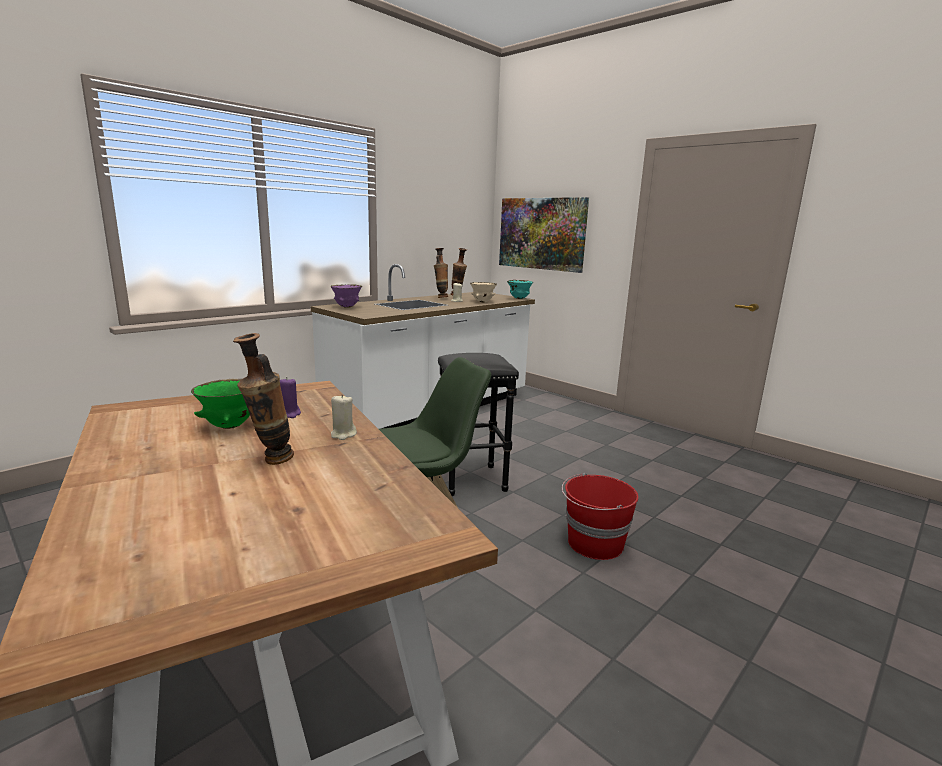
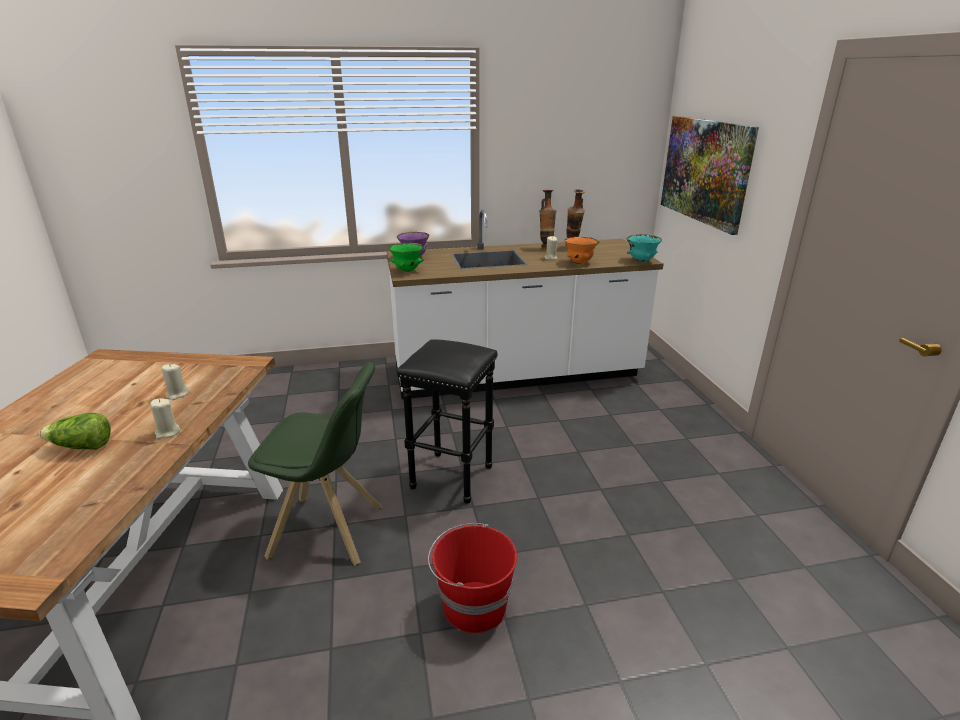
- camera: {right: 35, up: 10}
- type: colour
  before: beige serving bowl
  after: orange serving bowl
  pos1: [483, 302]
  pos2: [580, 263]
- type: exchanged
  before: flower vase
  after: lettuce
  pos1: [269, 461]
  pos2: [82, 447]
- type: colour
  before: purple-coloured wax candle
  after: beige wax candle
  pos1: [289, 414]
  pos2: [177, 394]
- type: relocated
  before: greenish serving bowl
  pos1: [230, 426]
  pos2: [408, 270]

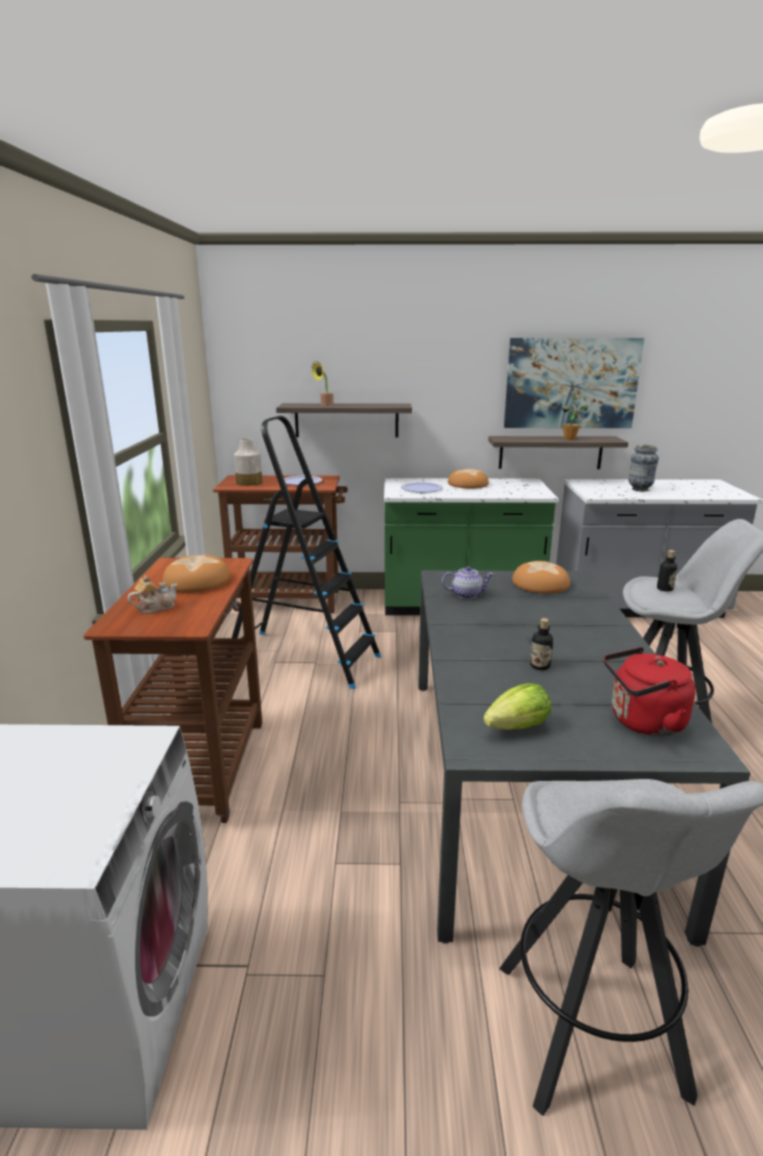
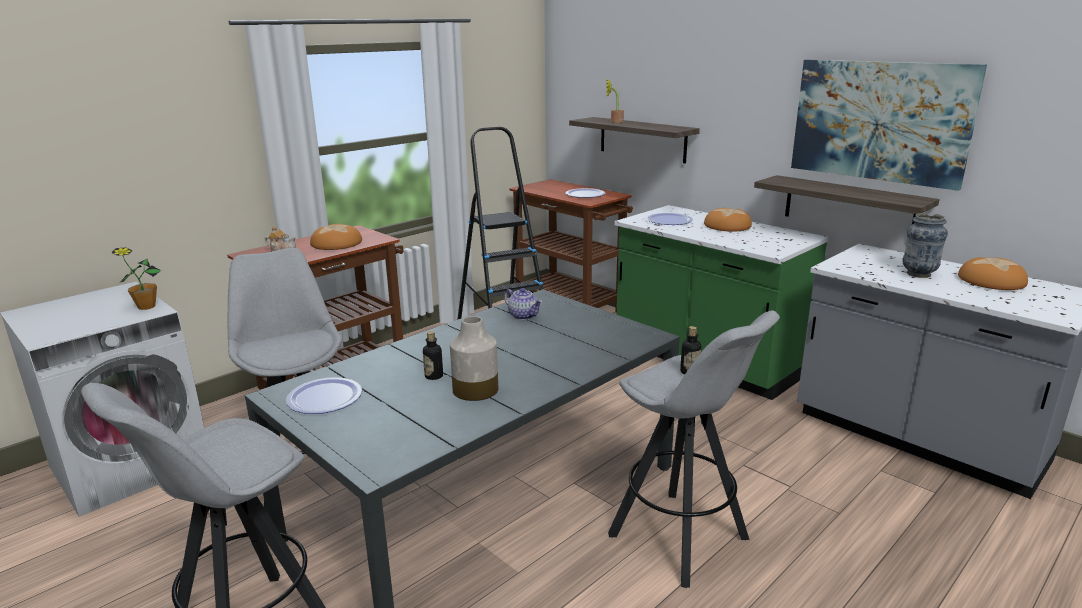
- camera: {right: 45, up: 0}
- type: relocated
  before: houseplant
  pos1: [569, 439]
  pos2: [146, 307]
- type: relocated
  before: beige flower vase
  pos1: [248, 482]
  pos2: [475, 389]
- type: relocated
  before: bakery bread
  pos1: [540, 584]
  pos2: [990, 281]
- type: missing
  before: red-coloured water kettle
  pos1: [642, 722]
- type: exchanged
  before: lettuce
  after: plate
  pos1: [518, 727]
  pos2: [325, 397]
- type: appeared
  after: grey stool
  pos2: [306, 476]

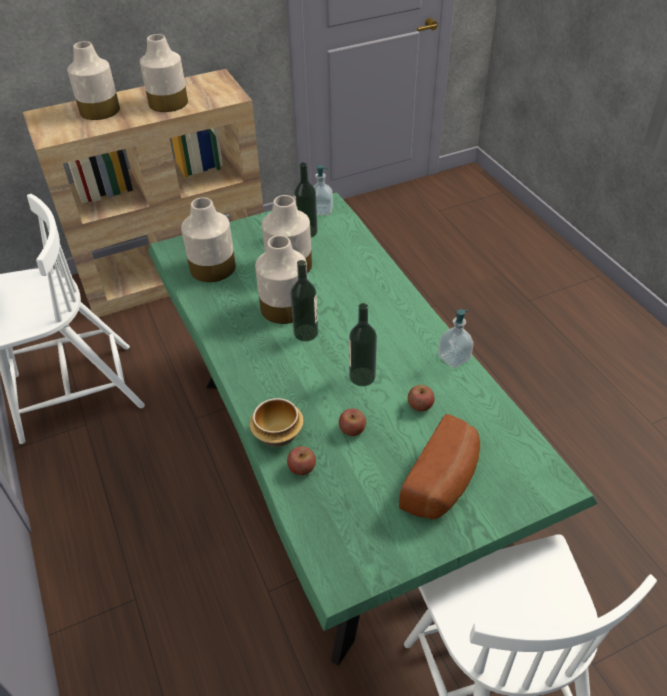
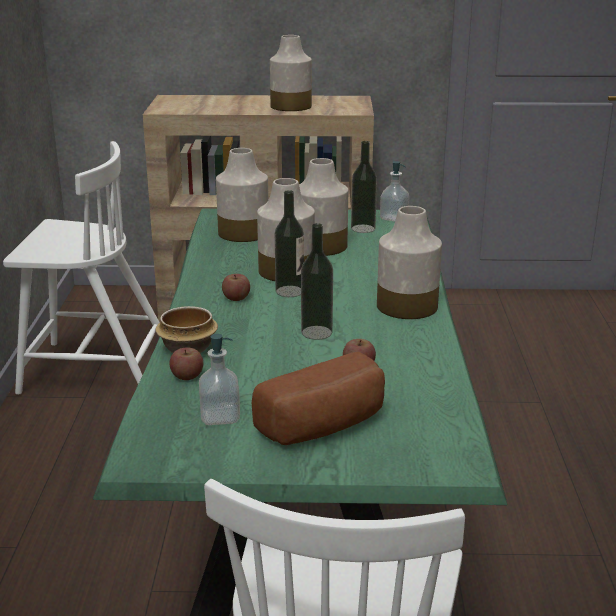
- camera: {right: 25, up: -20}
- type: relocated
  before: beige flower vase
  pos1: [100, 110]
  pos2: [407, 306]
- type: relocated
  before: liquid soap bottle
  pos1: [454, 358]
  pos2: [220, 417]
- type: relocated
  before: apple fruit
  pos1: [352, 429]
  pos2: [236, 298]

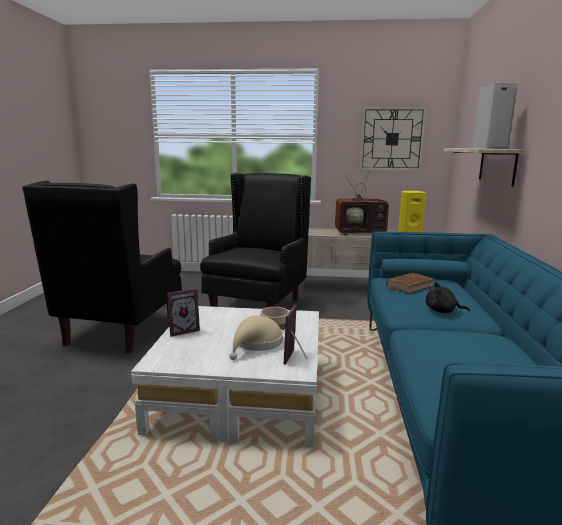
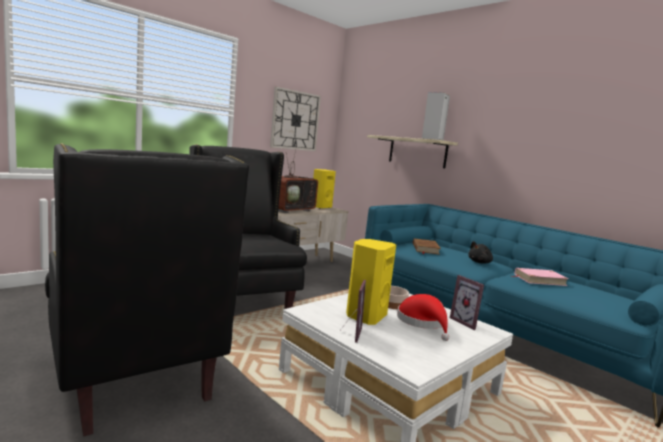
- camera: {right: -50, up: -5}
- type: colour
  before: beige wearable hat
  after: red-coloured wearable hat
  pos1: [256, 343]
  pos2: [423, 322]
- type: appeared
  after: yellow-coloured loudspeaker
  pos2: [365, 316]
- type: appeared
  after: pink volume
  pos2: [539, 280]

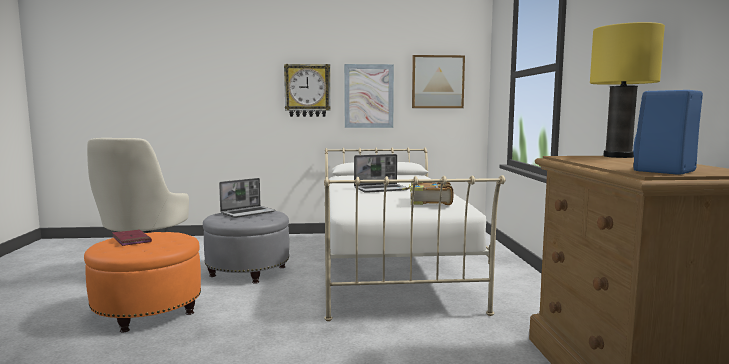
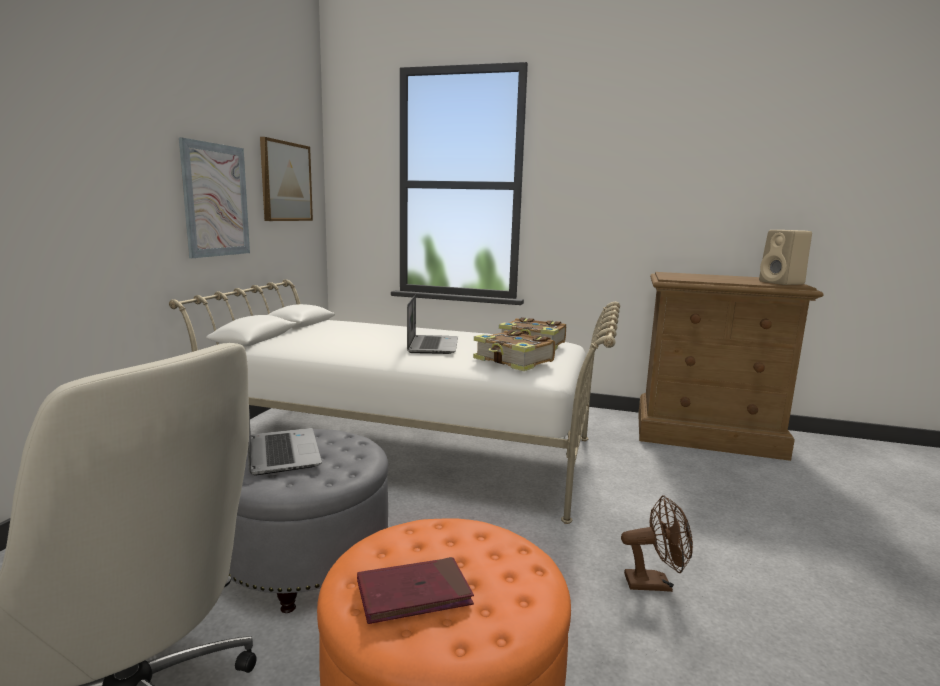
- camera: {right: -70, up: 5}
- type: missing
  before: yellow-coloured tabletop lamp
  pos1: [618, 156]
- type: missing
  before: clock on the wall
  pos1: [307, 90]
- type: colour
  before: blue loudspeaker
  after: beige loudspeaker
  pos1: [664, 171]
  pos2: [782, 283]
- type: appeared
  after: volume
  pos2: [514, 361]
- type: appeared
  after: brown-coloured electric fan
  pos2: [655, 583]

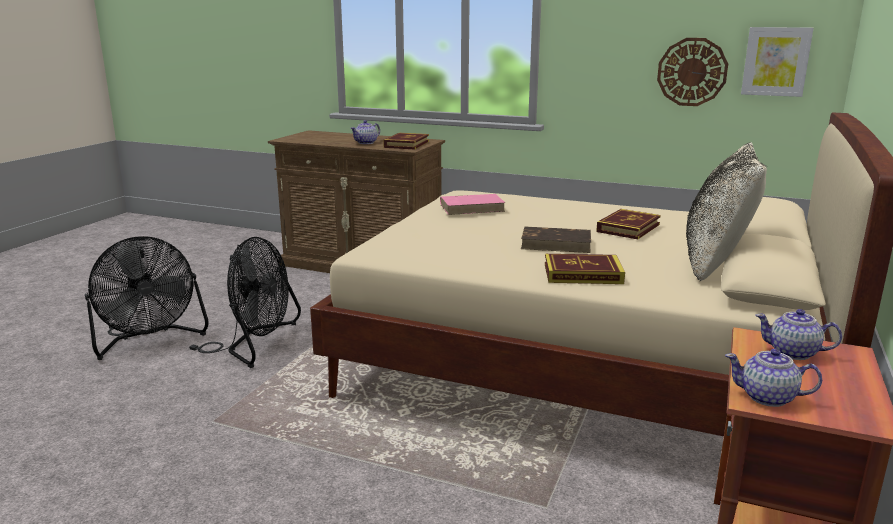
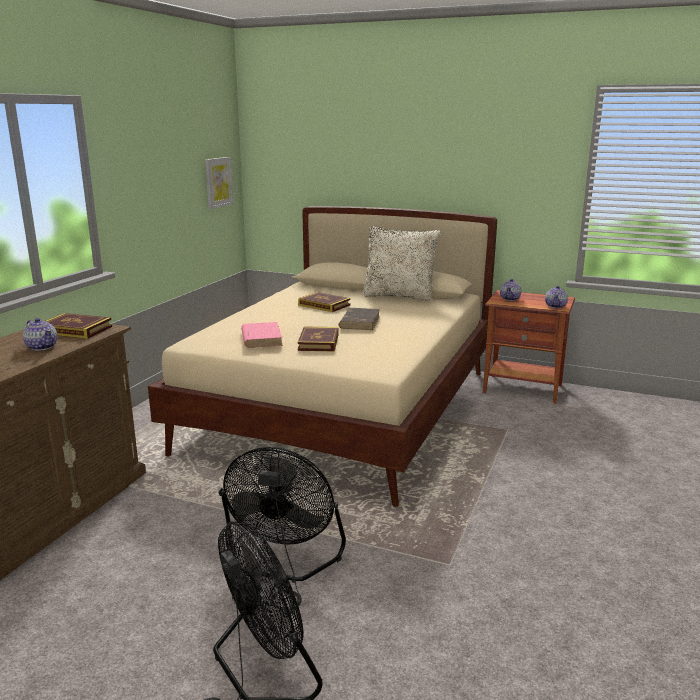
- camera: {right: -90, up: 0}
- type: missing
  before: clock on the wall
  pos1: [692, 72]
- type: relocated
  before: volume
  pos1: [582, 274]
  pos2: [318, 342]

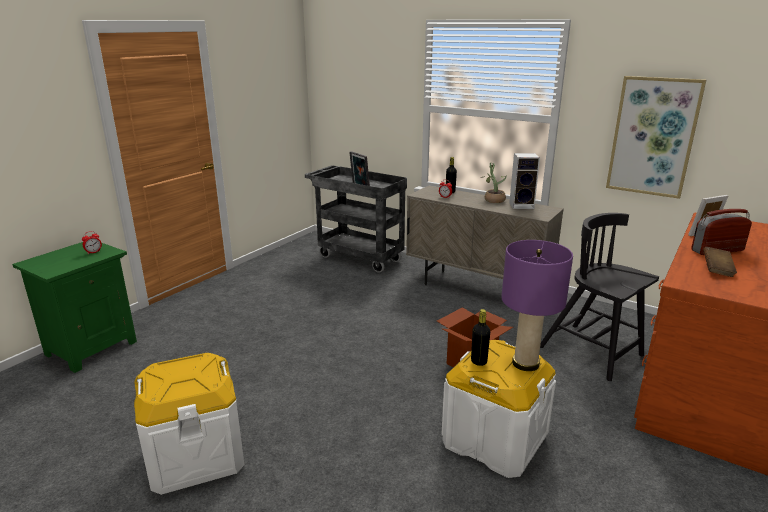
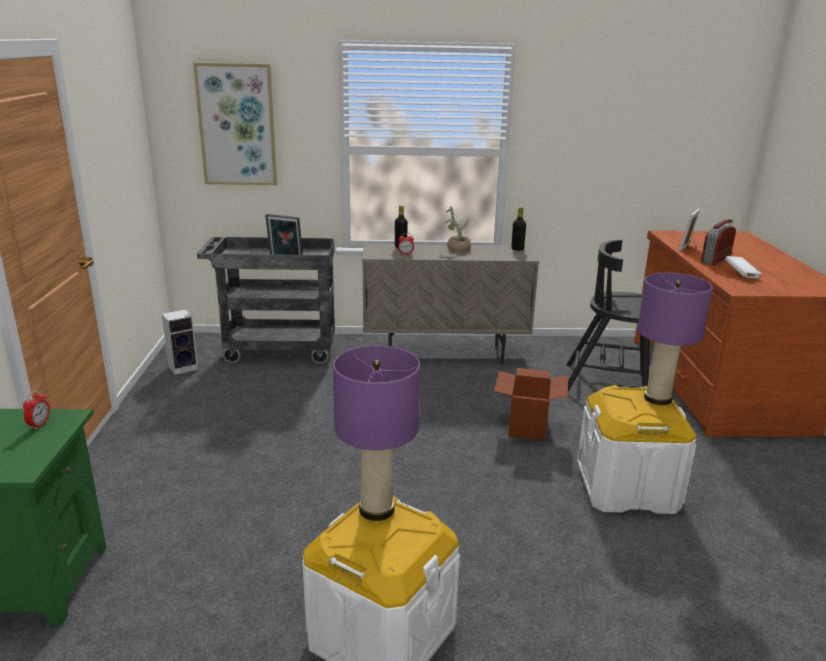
- camera: {right: -35, up: 0}
- type: relocated
  before: wall picture
  pos1: [653, 137]
  pos2: [237, 125]
- type: relocated
  before: loudspeaker
  pos1: [522, 205]
  pos2: [184, 367]
- type: colour
  before: brown-coloured volume
  after: whitish volume
  pos1: [717, 270]
  pos2: [741, 275]
- type: relocated
  before: blackish drink bottle
  pos1: [479, 361]
  pos2: [517, 249]
- type: appeared
  after: purple-coloured tabletop lamp
  pos2: [376, 509]

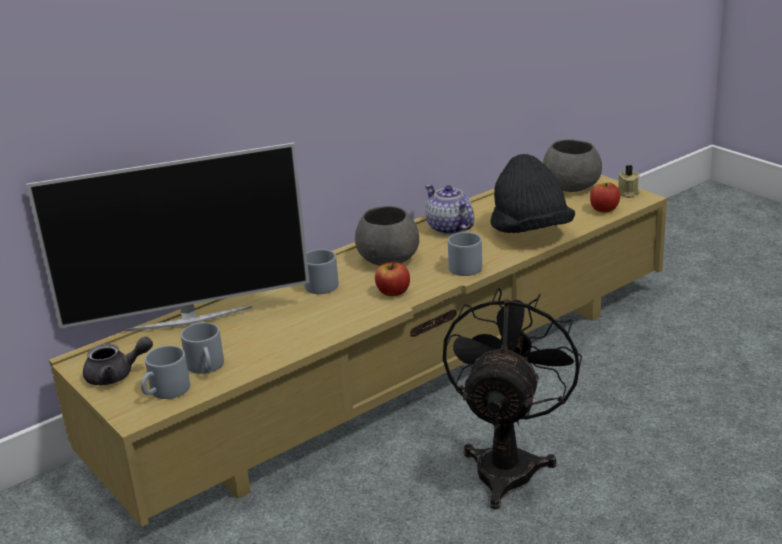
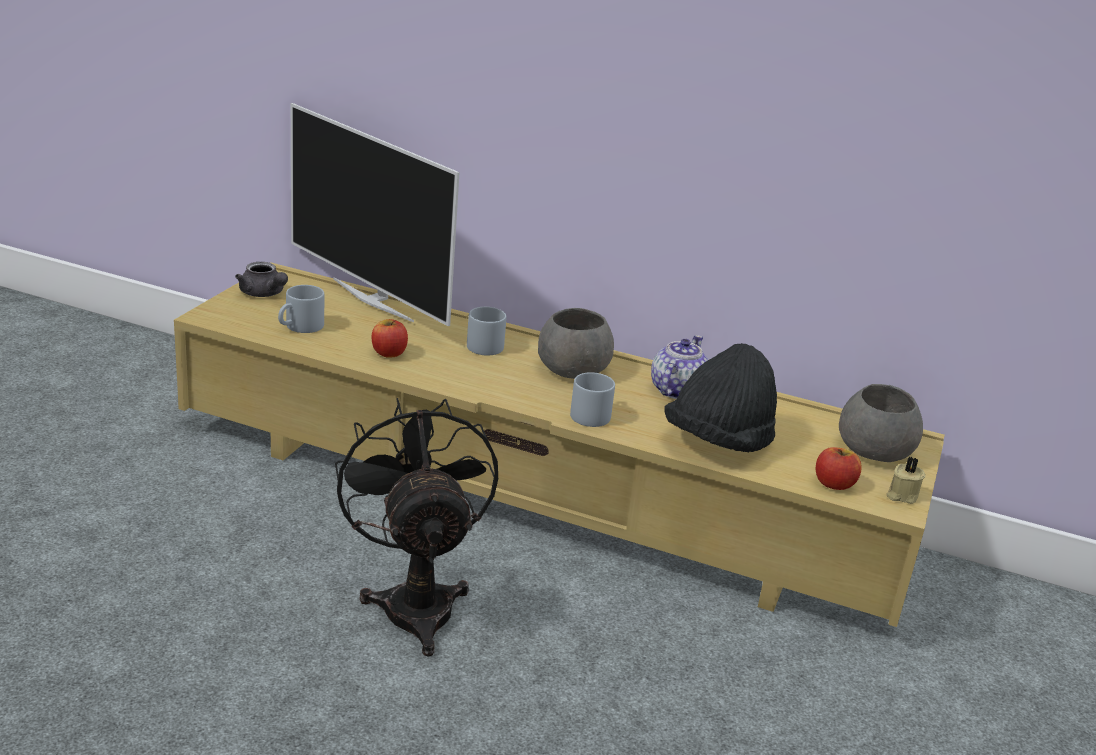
- camera: {right: 55, up: 0}
- type: relocated
  before: apple fruit
  pos1: [393, 292]
  pos2: [389, 353]
- type: spun
  before: blackish electric fan
  pos1: [508, 463]
  pos2: [415, 601]
  turn: -90
- type: missing
  before: grey mug
  pos1: [166, 392]

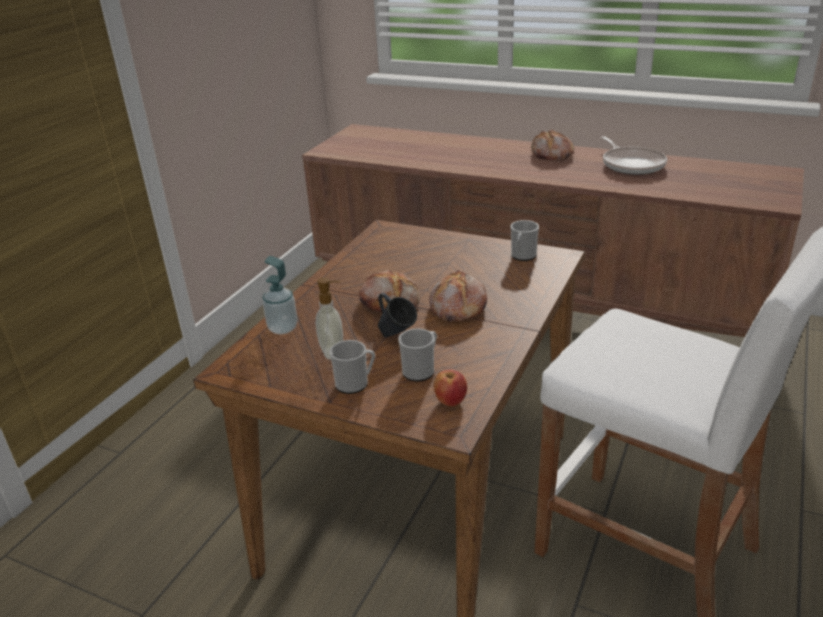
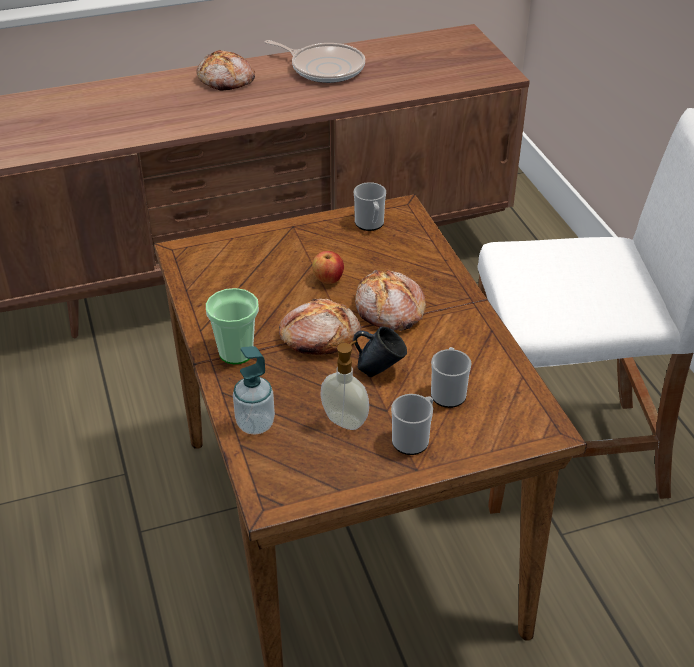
- camera: {right: -45, up: 10}
- type: relocated
  before: apple fruit
  pos1: [450, 401]
  pos2: [328, 279]
- type: appeared
  after: drinking cup
  pos2: [236, 352]

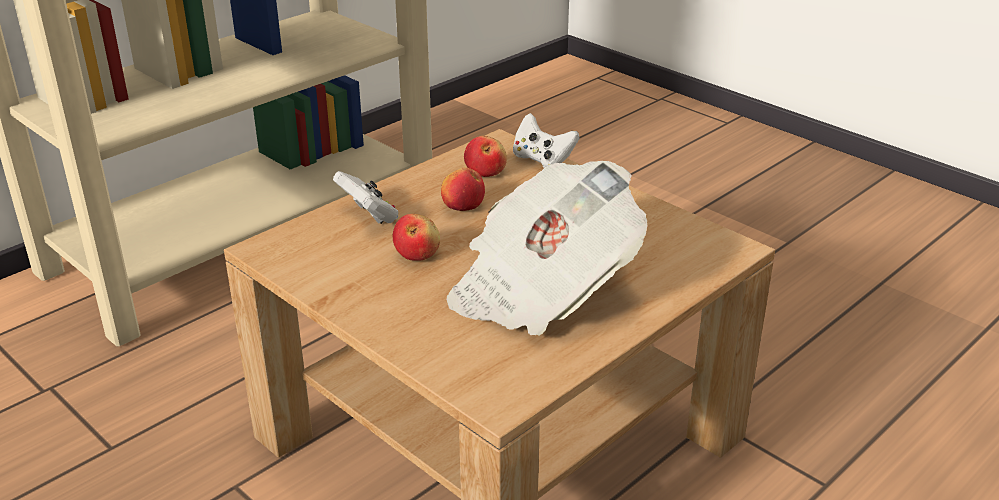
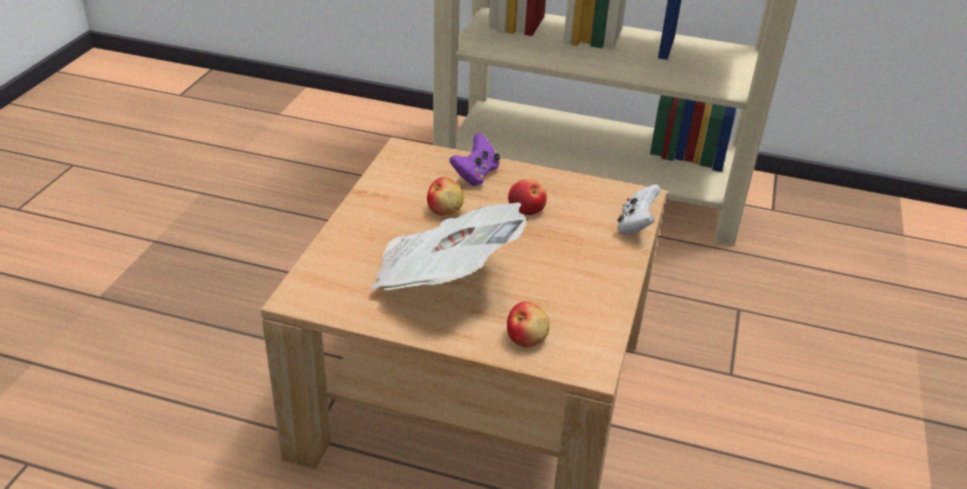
- camera: {right: 60, up: 5}
- type: relocated
  before: apple fruit
  pos1: [485, 171]
  pos2: [526, 338]
- type: colour
  before: whitish game controller
  after: purple-coloured game controller
  pos1: [369, 216]
  pos2: [475, 175]

